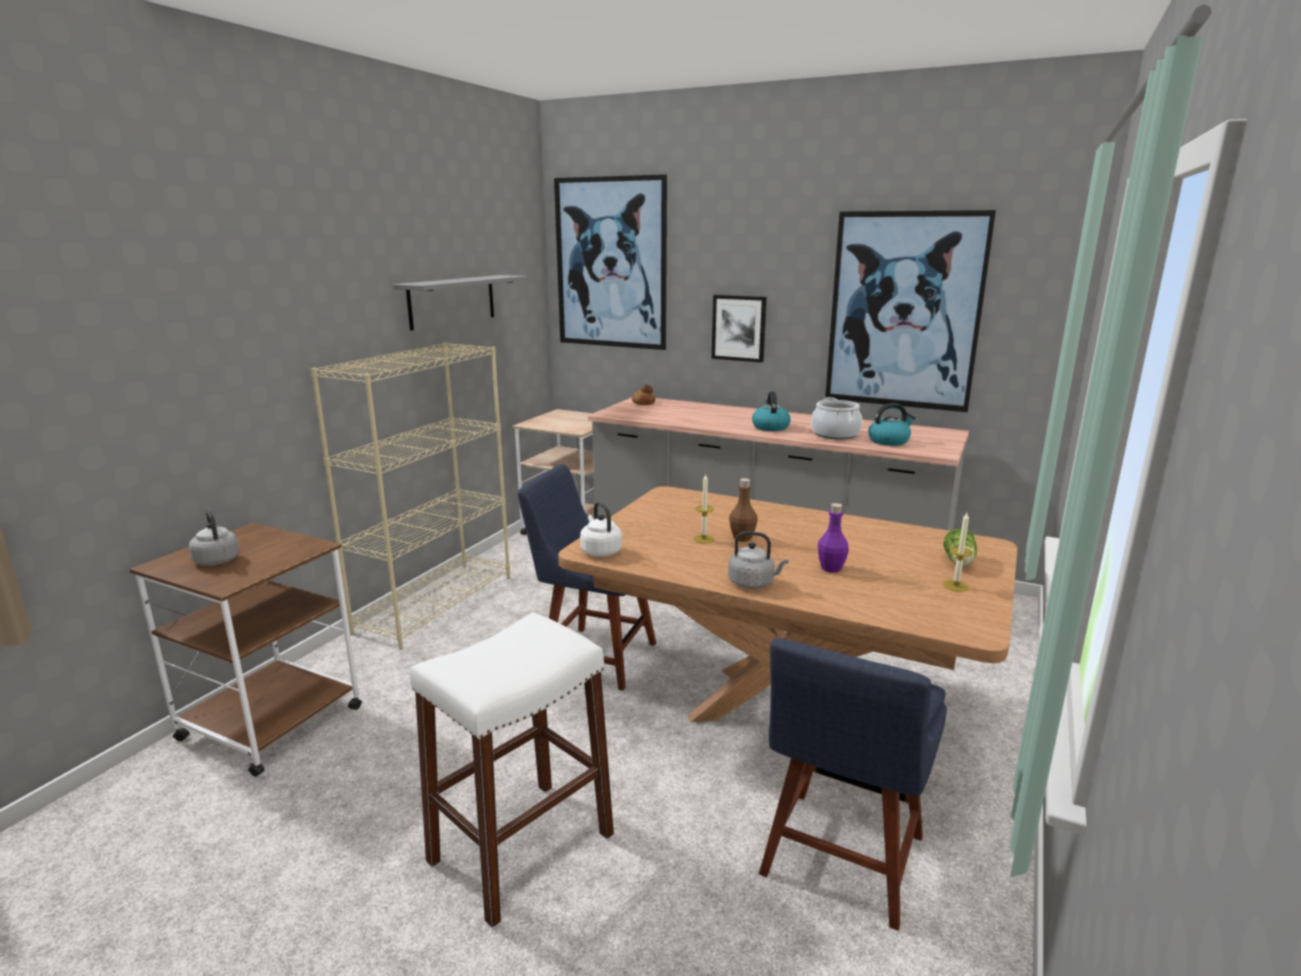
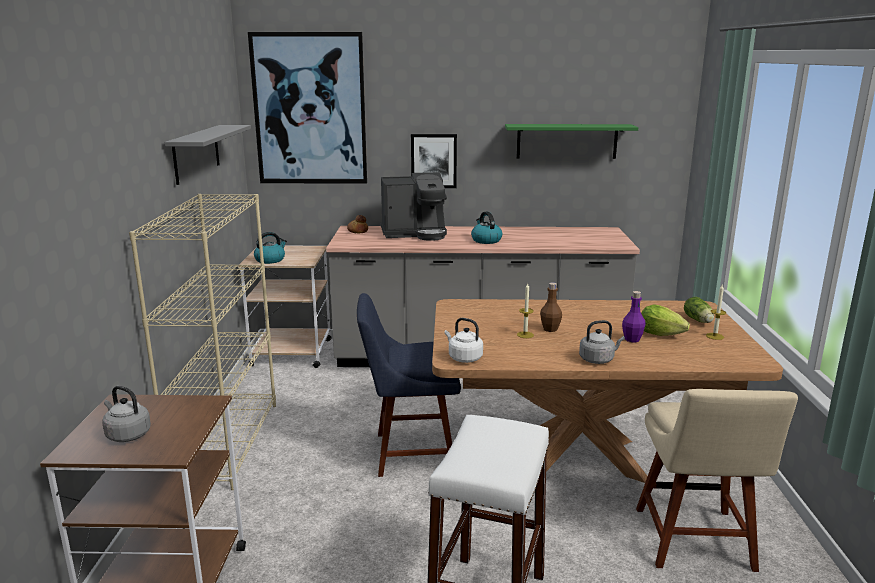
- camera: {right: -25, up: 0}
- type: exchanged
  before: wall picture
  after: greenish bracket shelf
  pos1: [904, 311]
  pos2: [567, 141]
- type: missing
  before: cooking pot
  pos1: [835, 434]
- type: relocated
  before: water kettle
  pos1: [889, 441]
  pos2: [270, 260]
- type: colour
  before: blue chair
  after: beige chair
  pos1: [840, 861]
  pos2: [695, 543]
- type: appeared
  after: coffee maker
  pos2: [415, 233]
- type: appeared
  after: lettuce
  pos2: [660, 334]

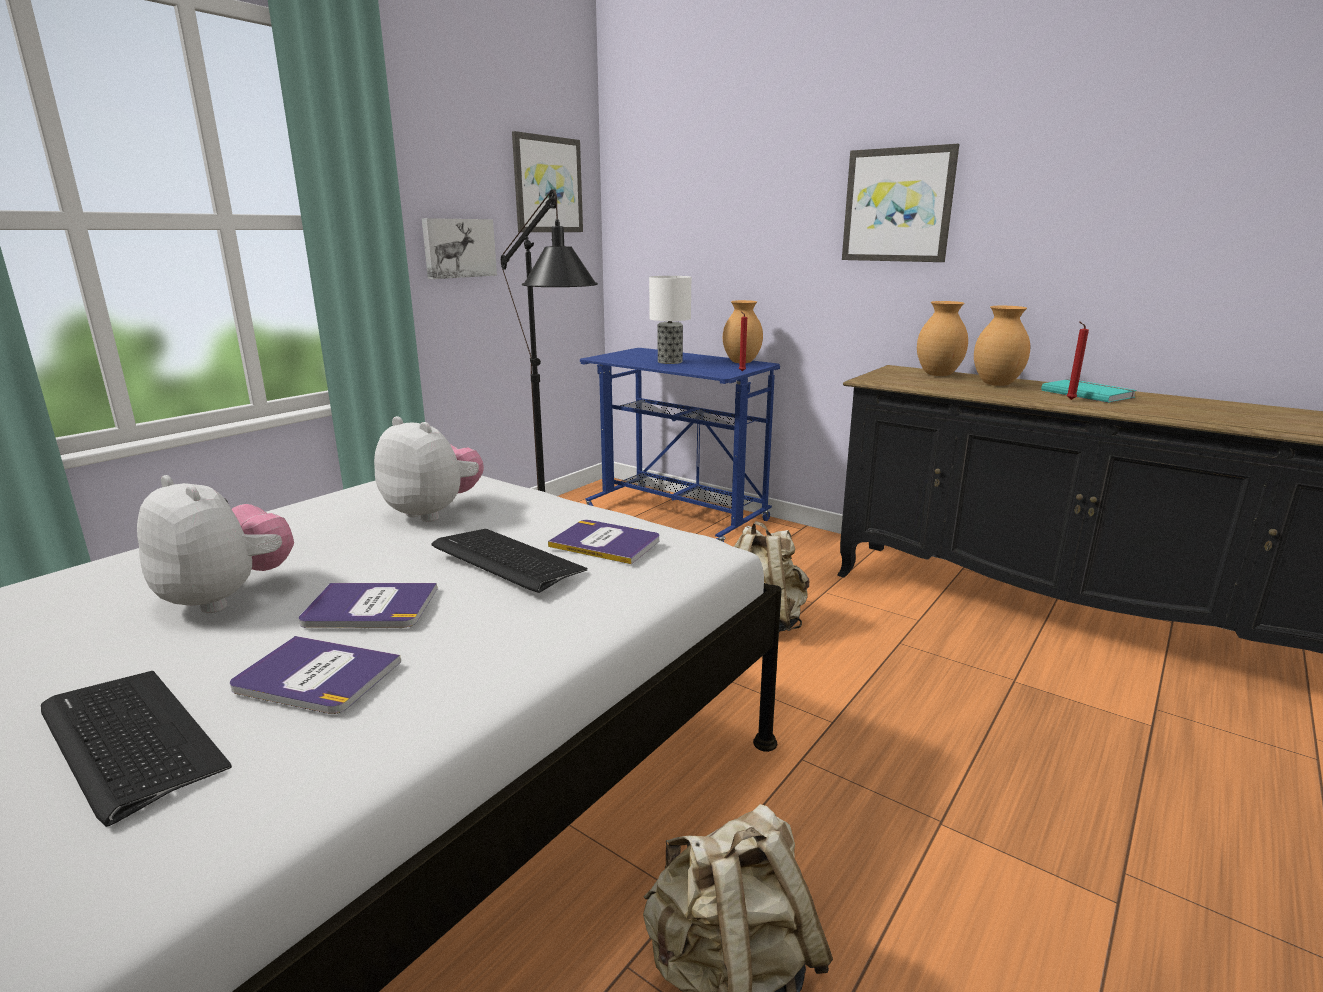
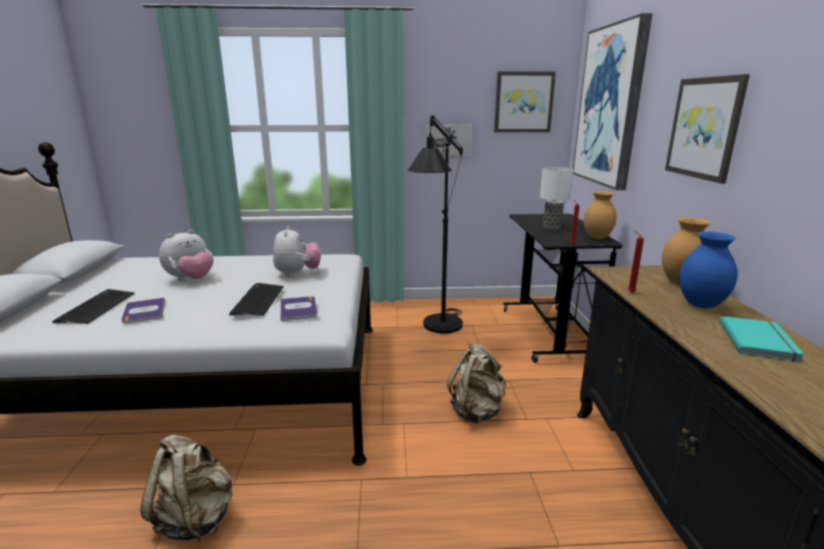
- camera: {right: 50, up: 0}
- type: colour
  before: brown-coloured flower vase
  after: blue flower vase
  pos1: [996, 384]
  pos2: [700, 304]
- type: relocated
  before: red-coloured wax candle
  pos1: [1069, 400]
  pos2: [629, 292]
- type: colour
  before: blue desk
  after: blackish desk
  pos1: [677, 515]
  pos2: [548, 333]
- type: spun
  before: plush toy
  pos1: [226, 597]
  pos2: [191, 279]
  turn: 45
- type: missing
  before: volume
  pos1: [370, 607]
- type: appeared
  after: wall picture
  pos2: [610, 106]

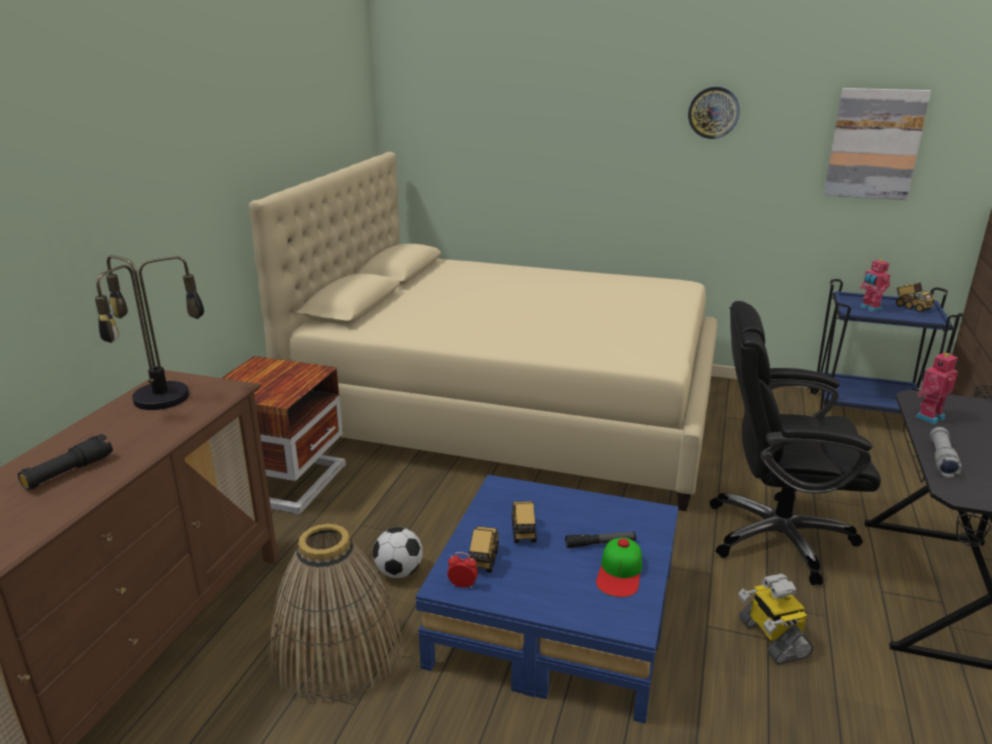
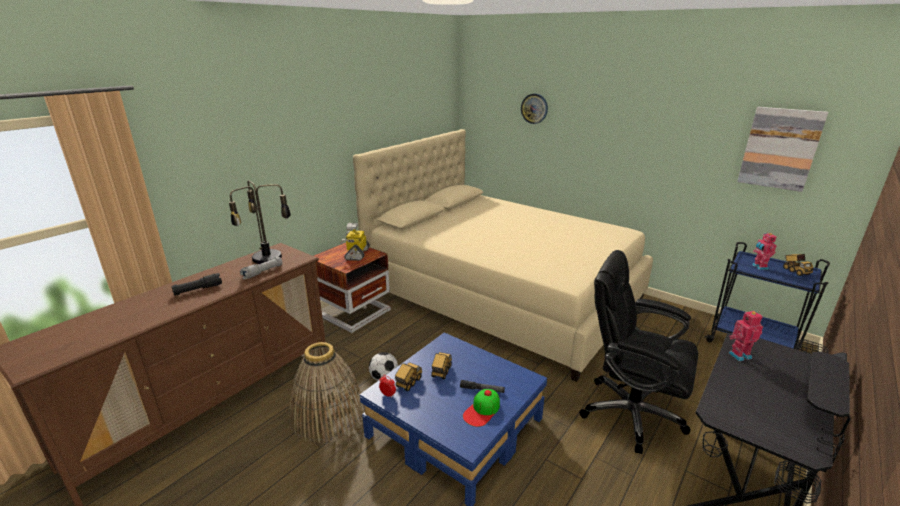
- camera: {right: 20, up: 0}
- type: relocated
  before: clock on the wall
  pos1: [713, 112]
  pos2: [534, 108]
- type: relocated
  before: grey flashlight
  pos1: [941, 459]
  pos2: [262, 272]
- type: relocated
  before: toy robot
  pos1: [771, 638]
  pos2: [356, 254]

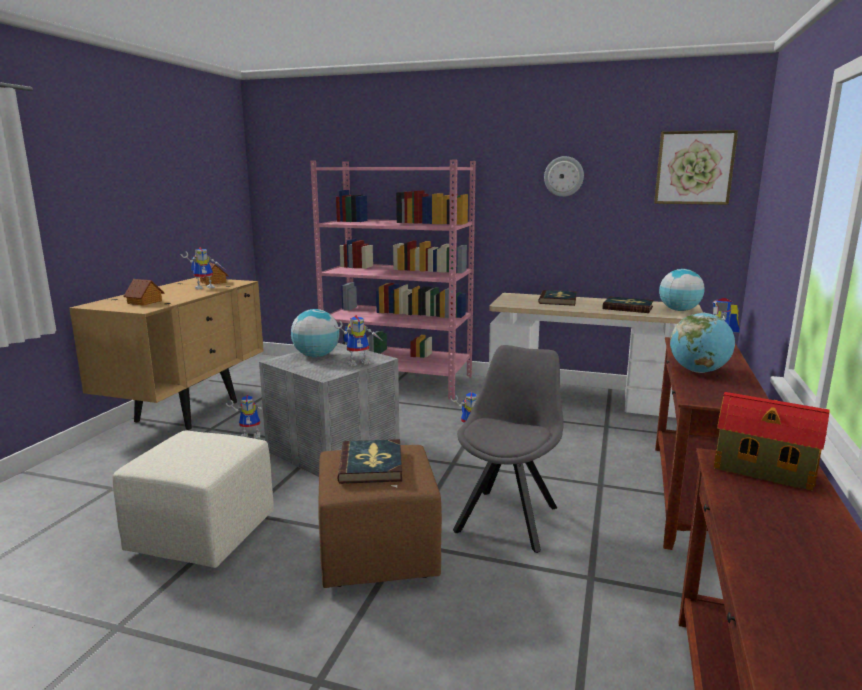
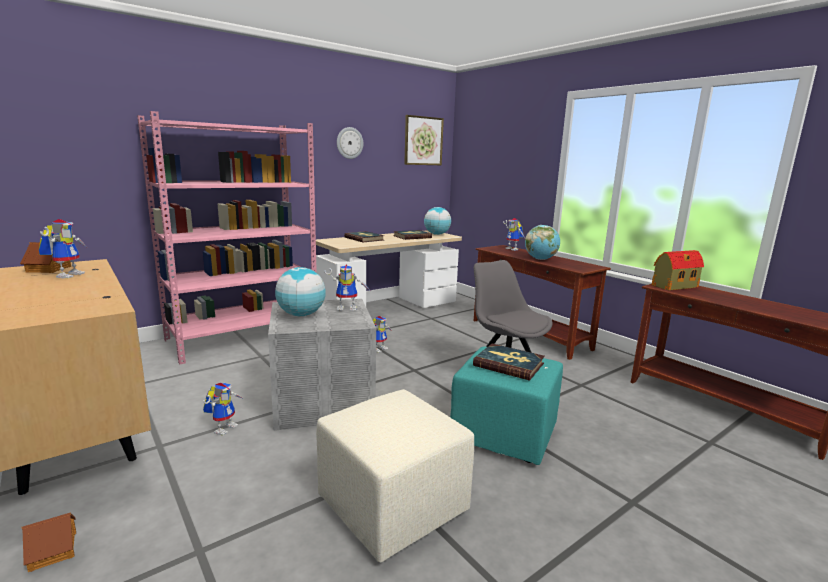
- camera: {right: -55, up: 0}
- type: relocated
  before: model house
  pos1: [145, 302]
  pos2: [54, 550]
- type: spun
  before: toy robot
  pos1: [359, 362]
  pos2: [348, 308]
  turn: 75
- type: colour
  before: brown-coloured pouffe
  after: blue-green pouffe
  pos1: [379, 555]
  pos2: [505, 434]

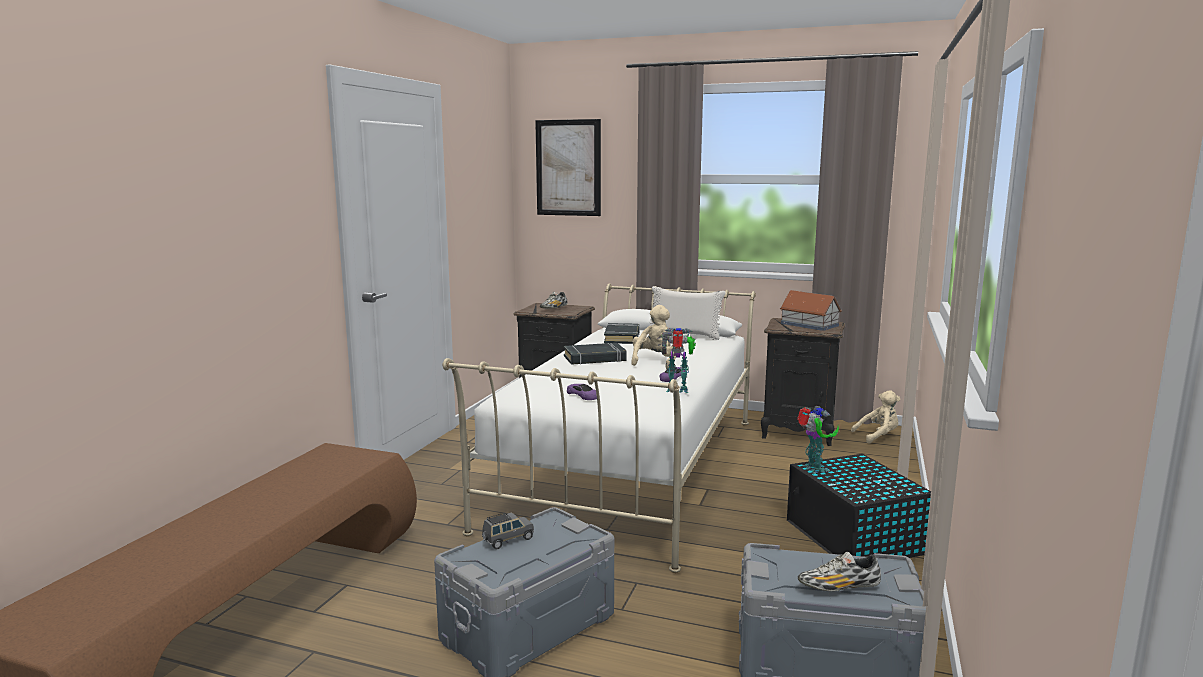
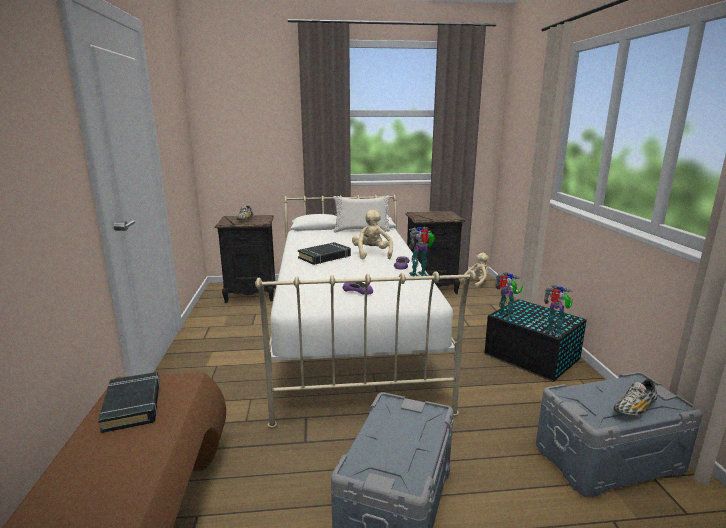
- camera: {right: -25, up: 5}
- type: missing
  before: wall picture
  pos1: [568, 168]
- type: missing
  before: model house
  pos1: [809, 324]
- type: relocated
  before: blackish volume
  pos1: [622, 338]
  pos2: [133, 406]
- type: missing
  before: grey model car
  pos1: [507, 540]
- type: appeared
  after: toy robot
  pos2: [554, 332]

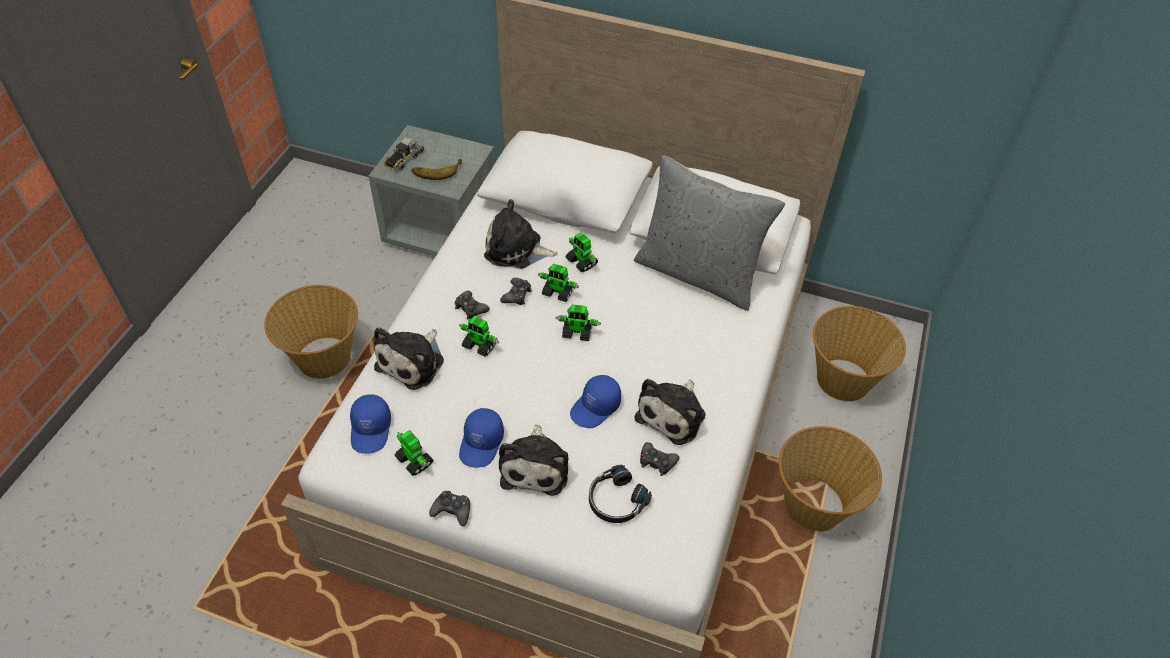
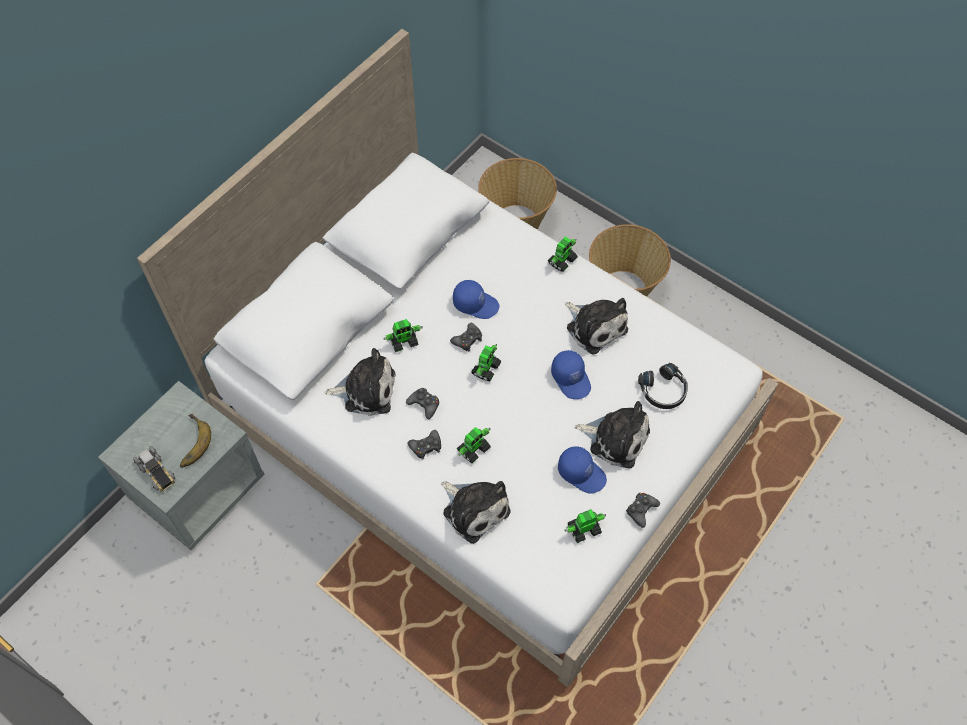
- camera: {right: -70, up: 10}
- type: missing
  before: grey cushion
  pos1: [698, 273]
- type: spun
  before: plush toy
  pos1: [516, 250]
  pos2: [366, 390]
  turn: -120
- type: relocated
  before: toy robot
  pos1: [558, 292]
  pos2: [562, 261]
- type: missing
  before: storage basket
  pos1: [323, 358]
- type: relocated
  before: blue cap
  pos1: [371, 430]
  pos2: [476, 303]
- type: relocated
  before: blackish game controller
  pos1: [657, 461]
  pos2: [467, 339]

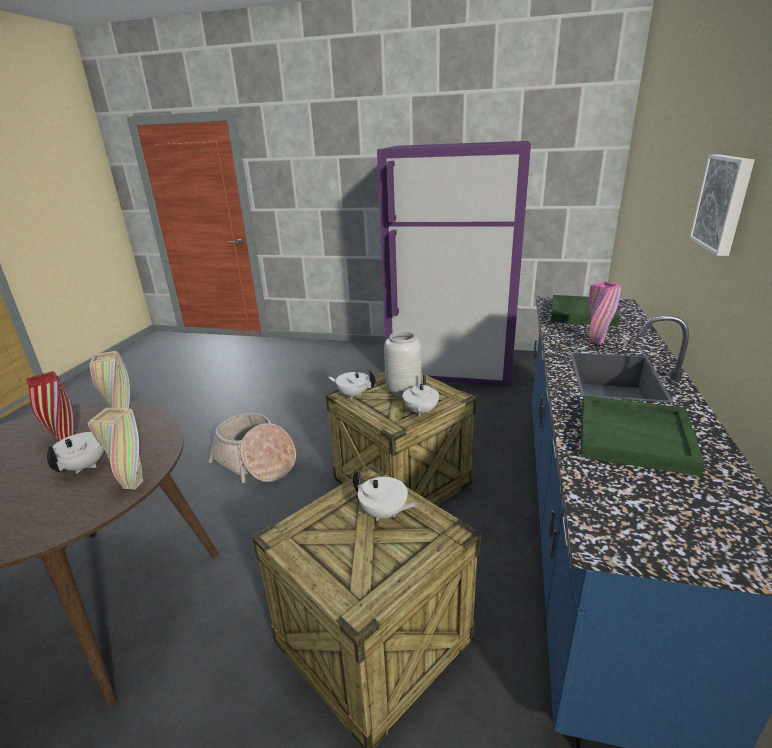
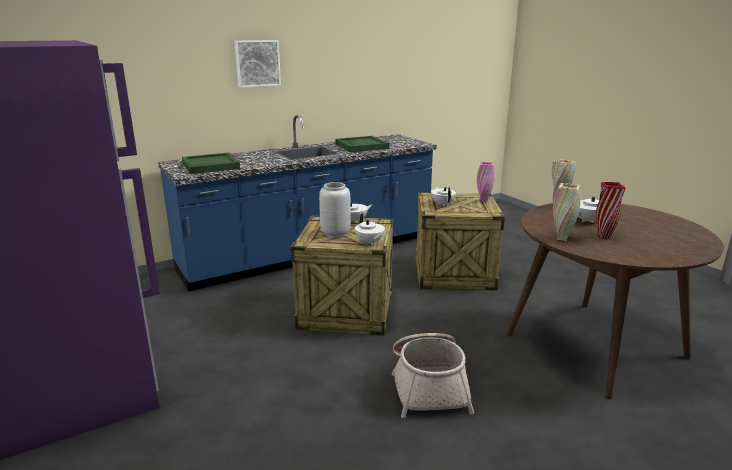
- camera: {right: -135, up: -5}
- type: relocated
  before: pink flower vase
  pos1: [596, 342]
  pos2: [483, 200]

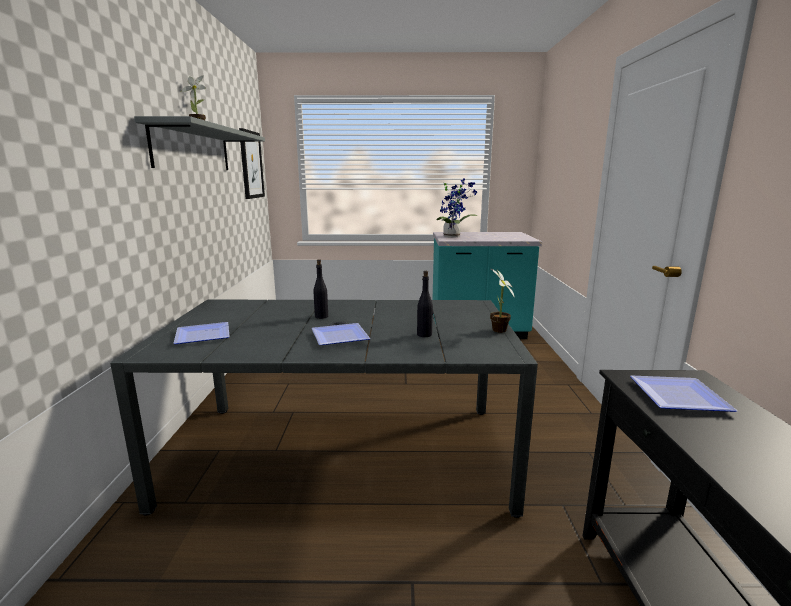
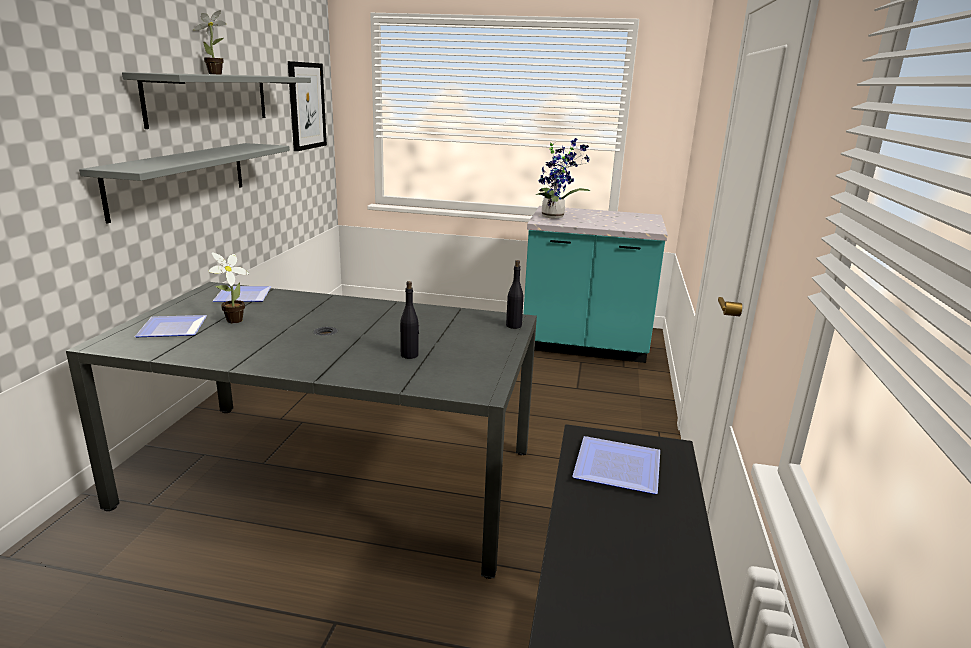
- camera: {right: 10, up: 5}
- type: relocated
  before: blackish drink bottle
  pos1: [321, 316]
  pos2: [513, 326]
- type: relocated
  before: houseplant
  pos1: [498, 331]
  pos2: [232, 321]
- type: relocated
  before: plate
  pos1: [337, 336]
  pos2: [242, 296]
- type: appeared
  after: grey bracket shelf
  pos2: [180, 178]

